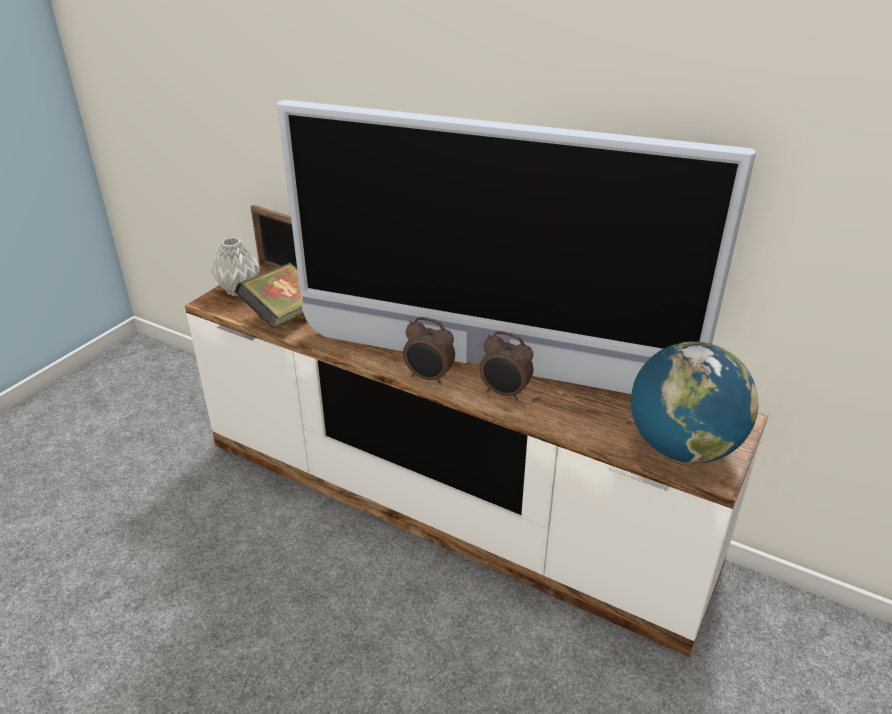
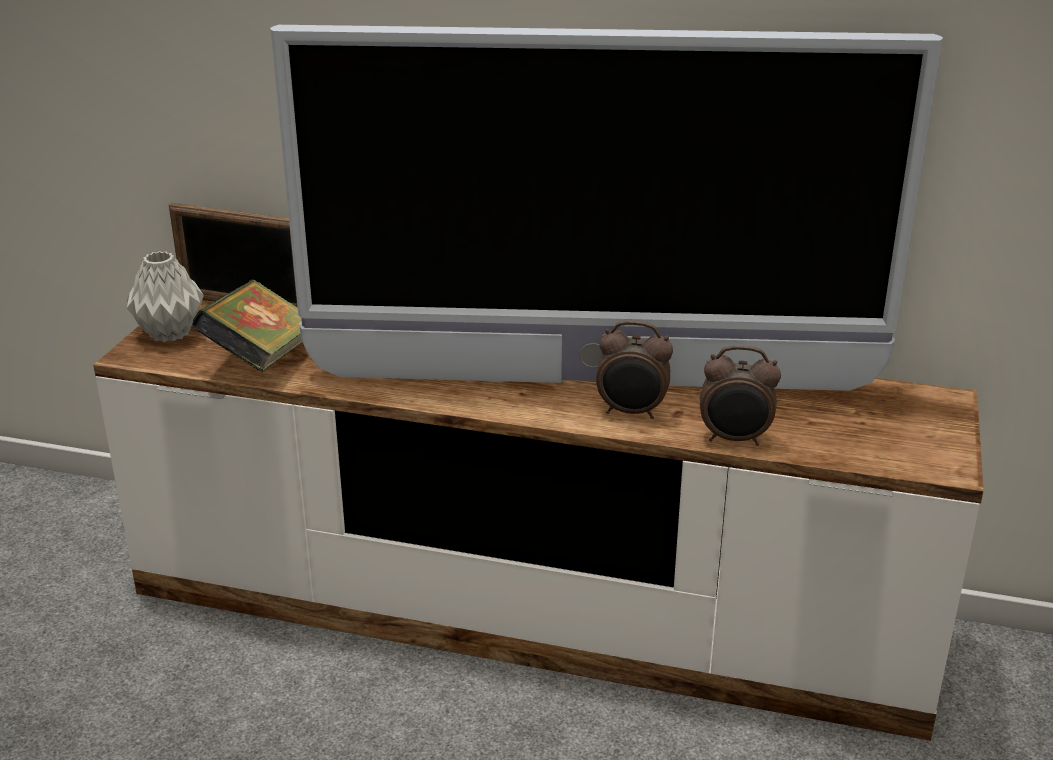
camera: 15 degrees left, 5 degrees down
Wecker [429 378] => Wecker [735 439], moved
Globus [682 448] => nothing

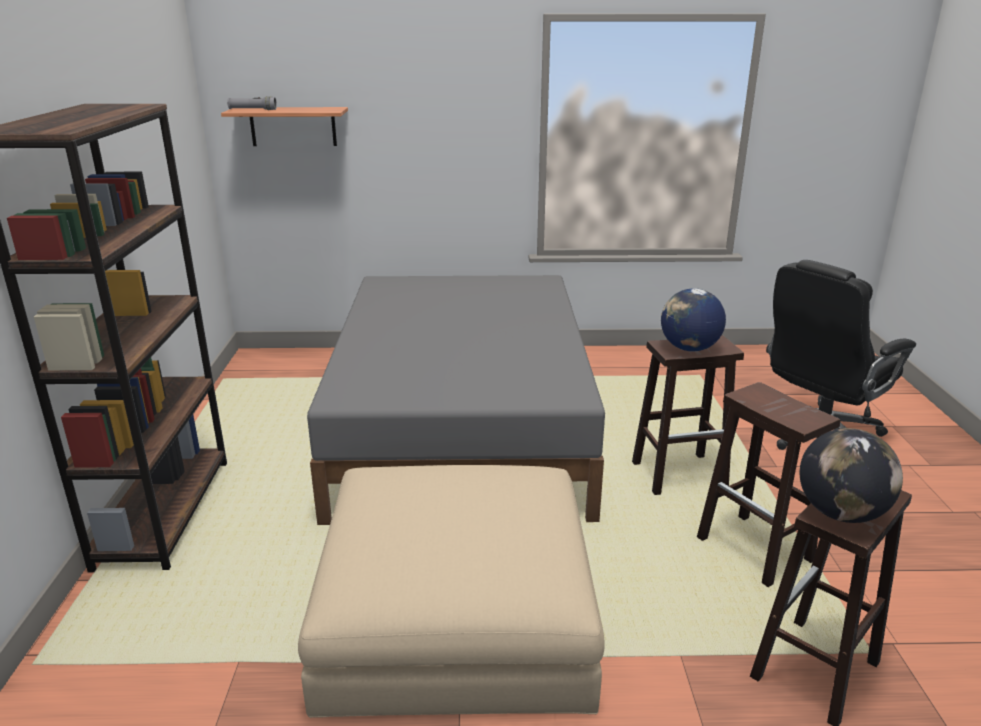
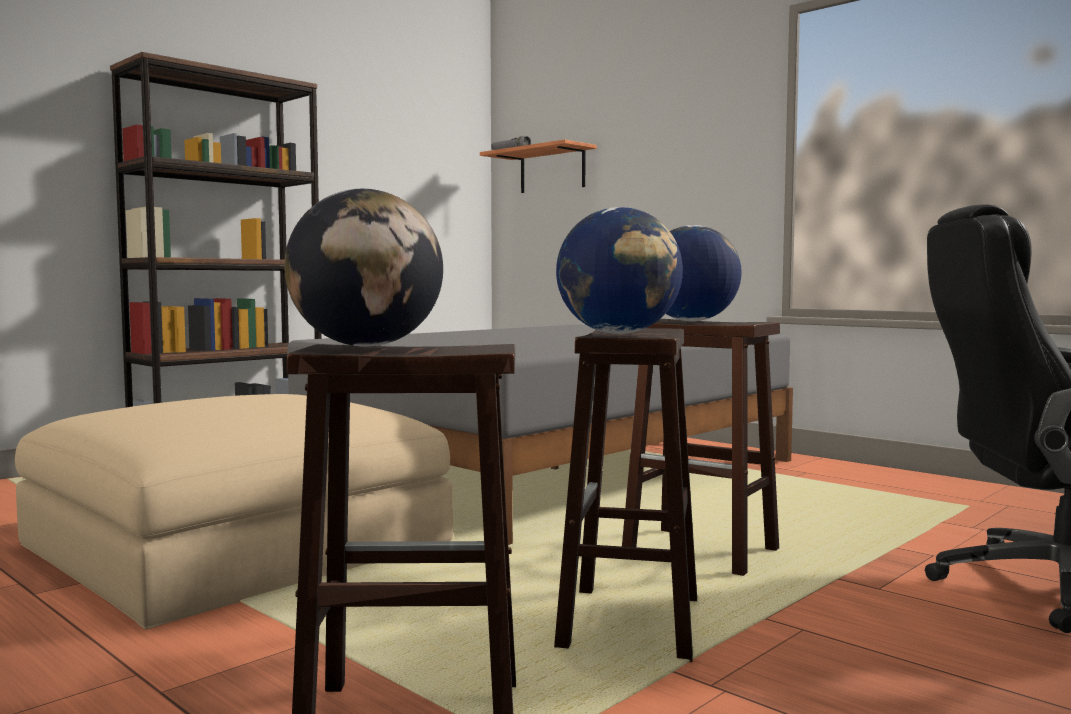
camera: 45 degrees right, 20 degrees down
nothing => Globus [619 334]

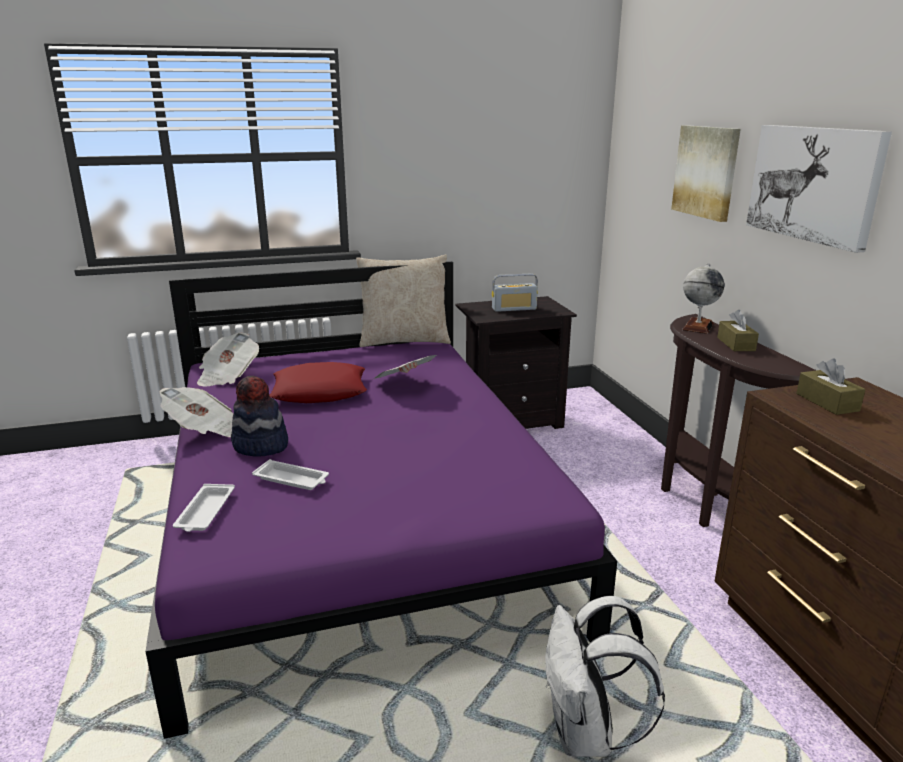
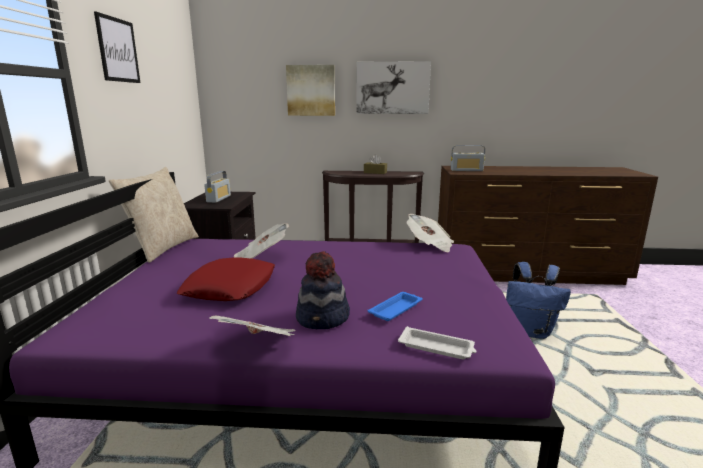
camera: 70 degrees left, 5 degrees down
nothing => Bild [118 50]
Tablett/weiß [292 480] => Tablett/blau [396 309]
Zeitung [227 376] => Zeitung [430 245], moved
Taschentuchbox/braun [827 402] => Radio [466 170]
Rucksack/weiß [586 733] => Rucksack/blau [530 331]
Globus [698 327] => nothing

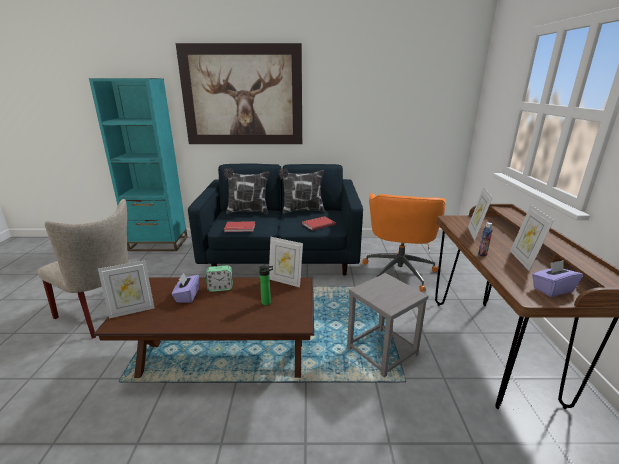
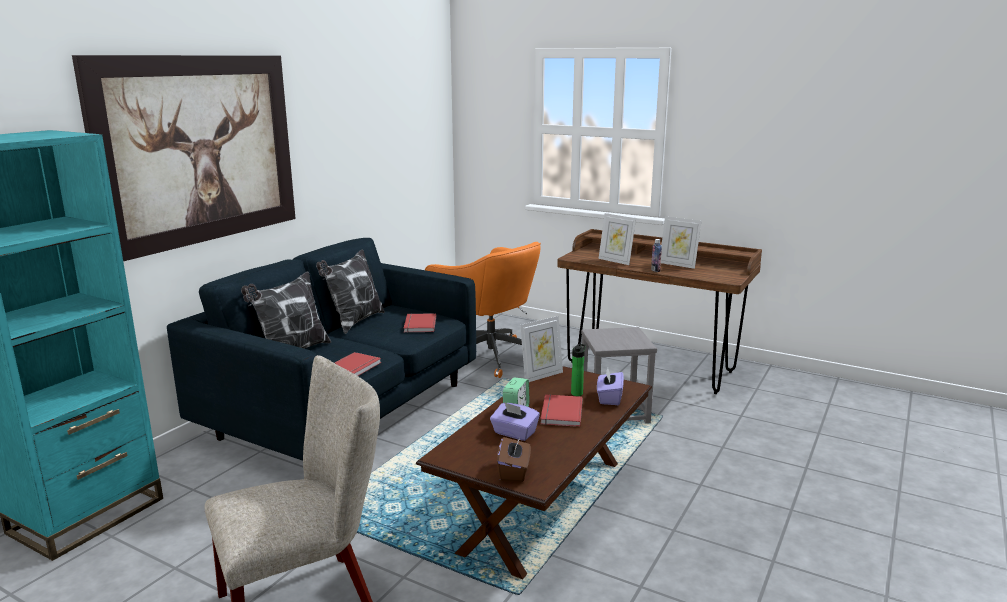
camera: 60 degrees left, 5 degrees down
Bilderrahmen [132 310] => Taschentuchbox/braun [514 472]
nothing => Buch/rot [559 412]
Taschentuchbox/lila [552 289] => Taschentuchbox/lila [609 398], moved

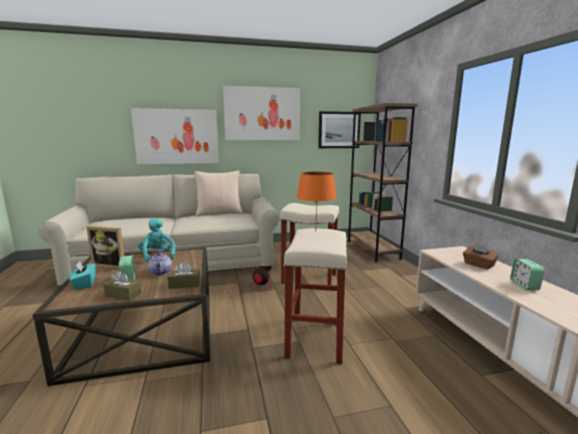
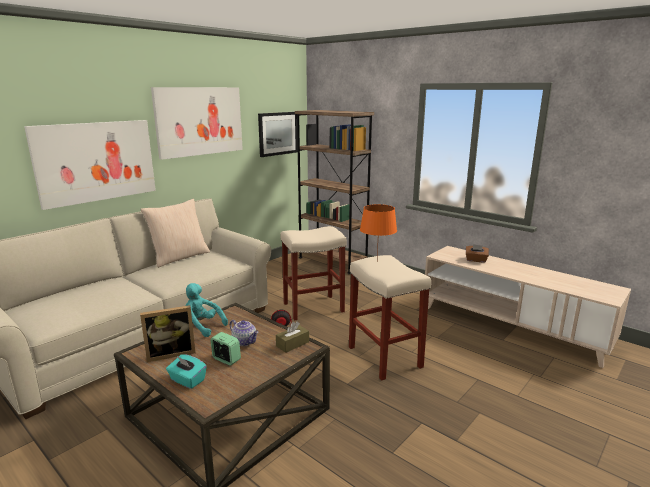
camera: 35 degrees left, 5 degrees up
Taschentuchbox/braun [123 295] => nothing
Wecker [524 285] => nothing

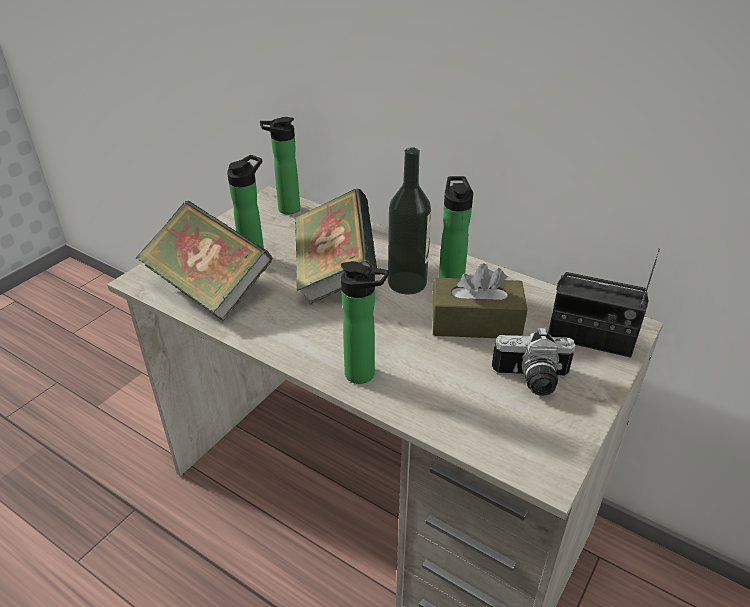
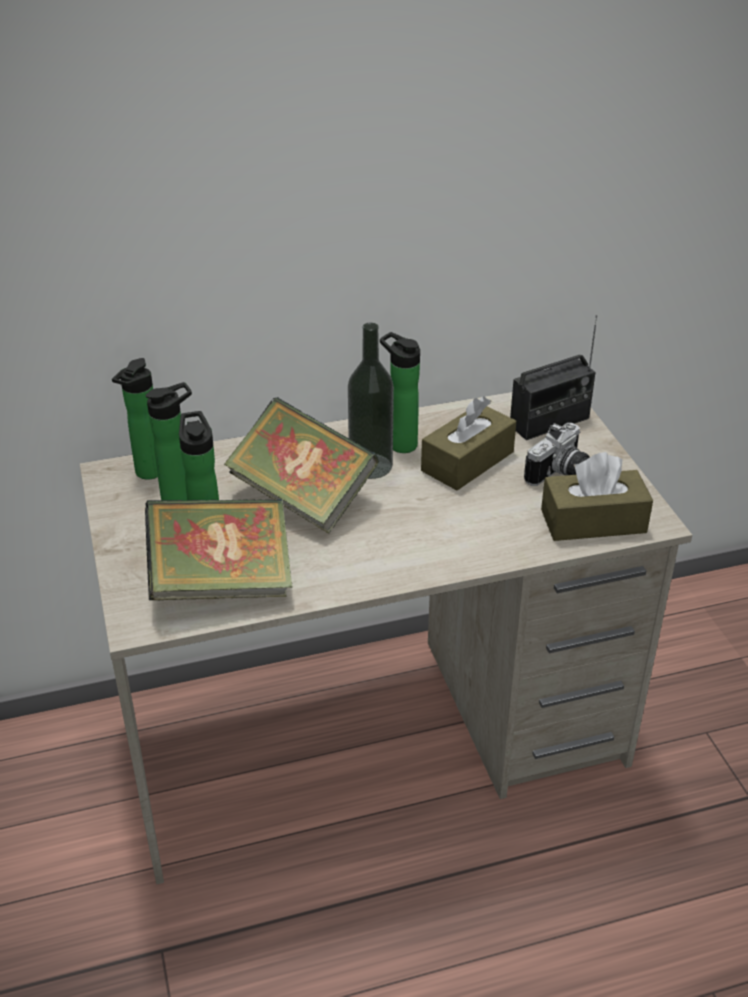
camera: 50 degrees left, 0 degrees up
Flasche [364 375] => Flasche [181 497], moved
nothing => Taschentuchbox/braun [593 521]

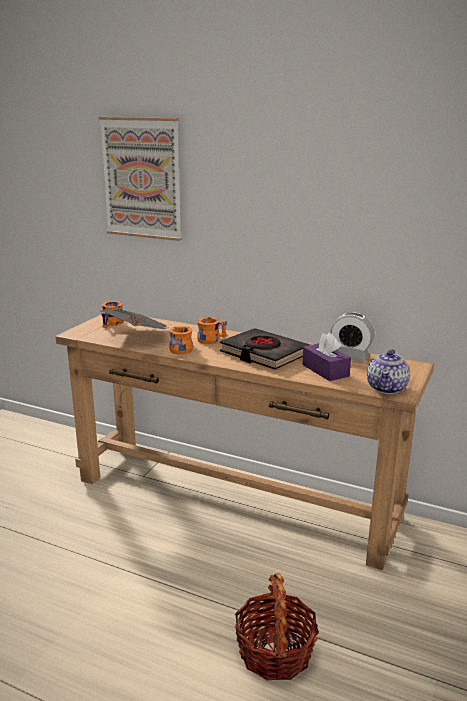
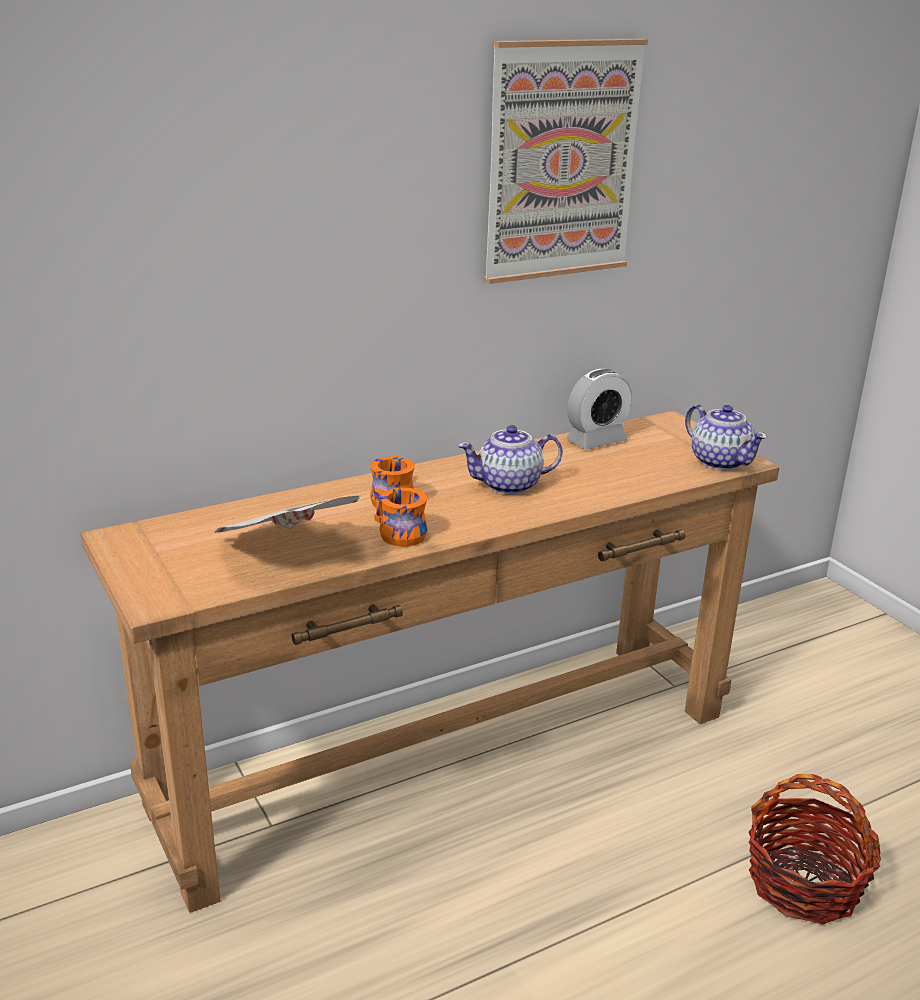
camera: 55 degrees left, 5 degrees up
Buch/schwarz [264 354] => Teekanne [510 485]
Bild [142 178] => Bild [561 161], moved
Henkelbecher/orange [113 323] => nothing
Taschentuchbox/lila [325 370] => nothing

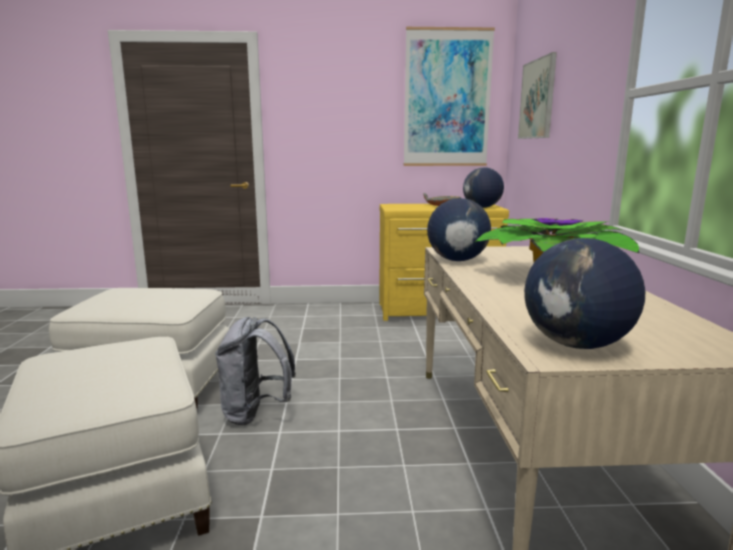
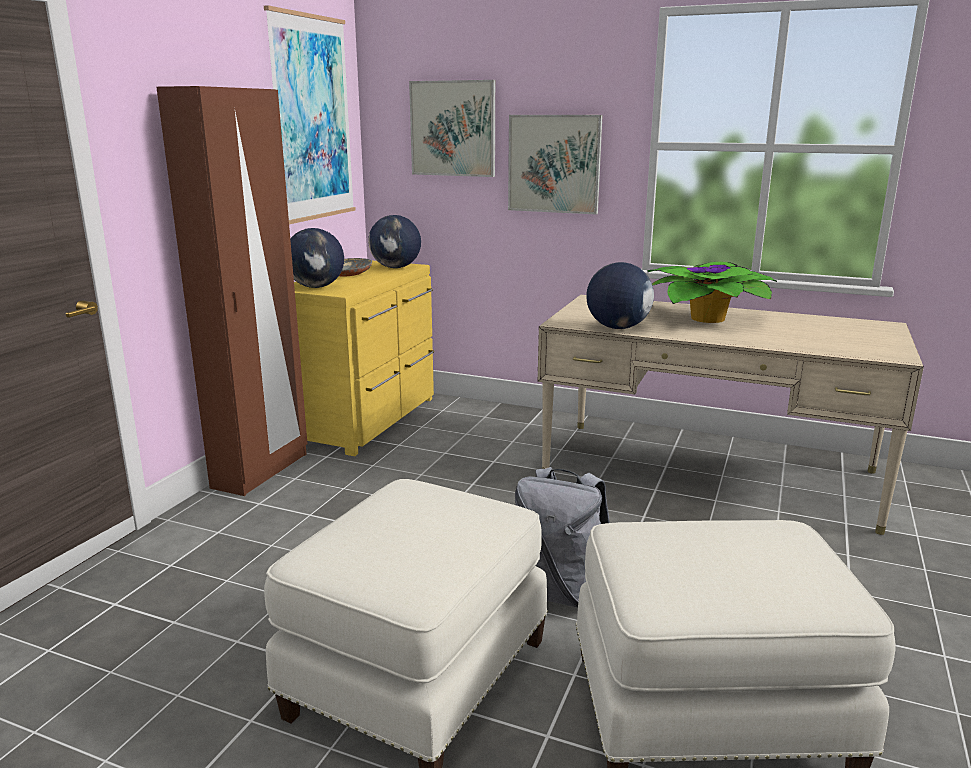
camera: 65 degrees left, 5 degrees up
nothing => Kleiderschrank/braun [261 471]
Globus [576 345] => Globus [316 287], moved
nothing => Bild [554 164]

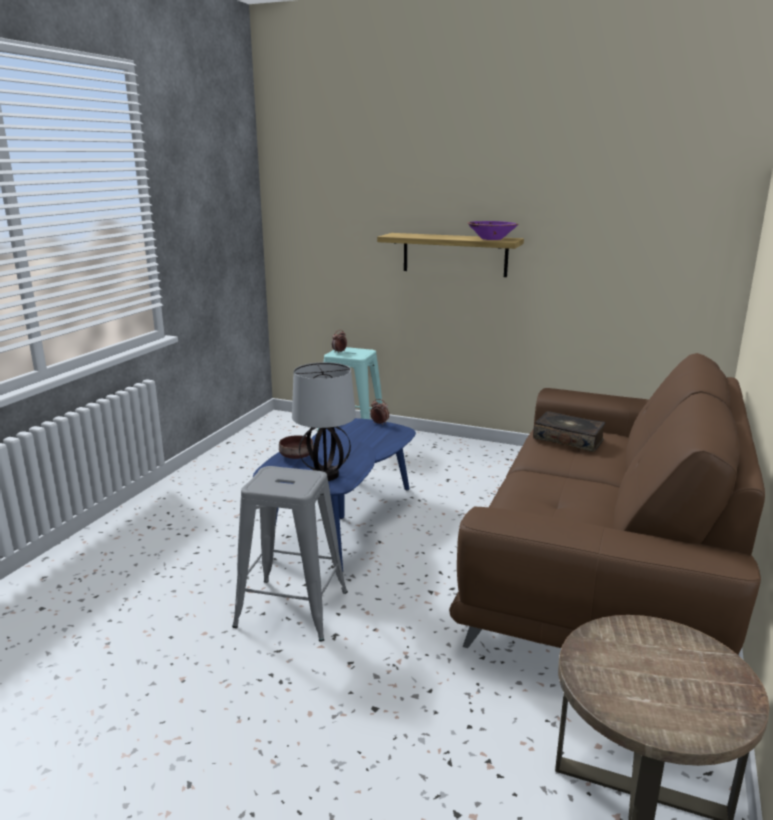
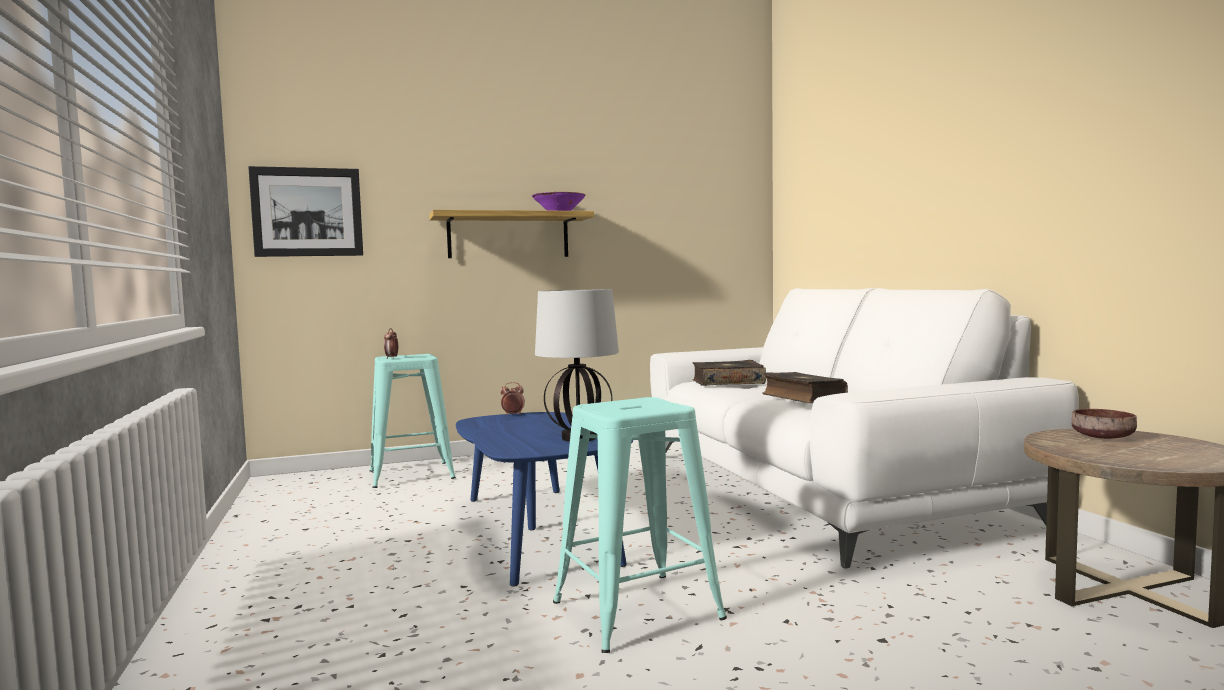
camera: 40 degrees left, 15 degrees down
nothing => Bild [307 212]
Hocker/grau [292 609] => Hocker/türkis [637 610]
Sofa/braun [603 565] => Sofa/weiß [819 487]
nothing => Buch [802 398]
Schüssel/braun [297 456] => Schüssel/braun [1102 437], moved

